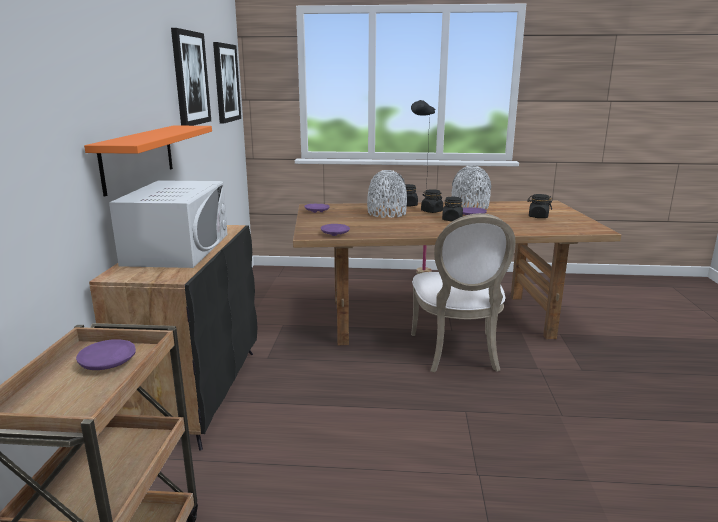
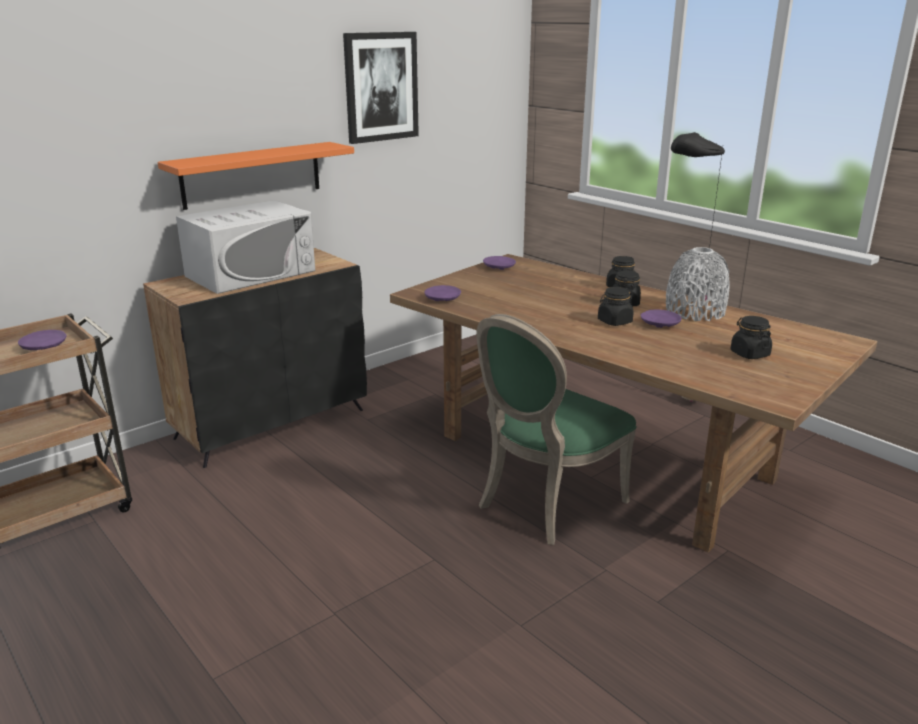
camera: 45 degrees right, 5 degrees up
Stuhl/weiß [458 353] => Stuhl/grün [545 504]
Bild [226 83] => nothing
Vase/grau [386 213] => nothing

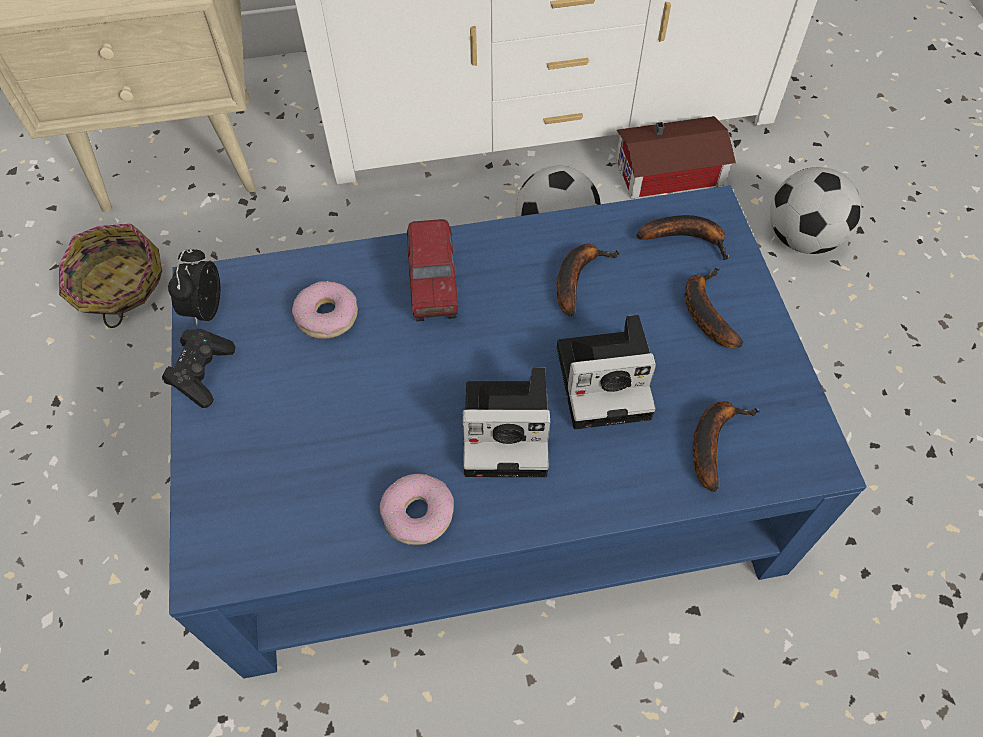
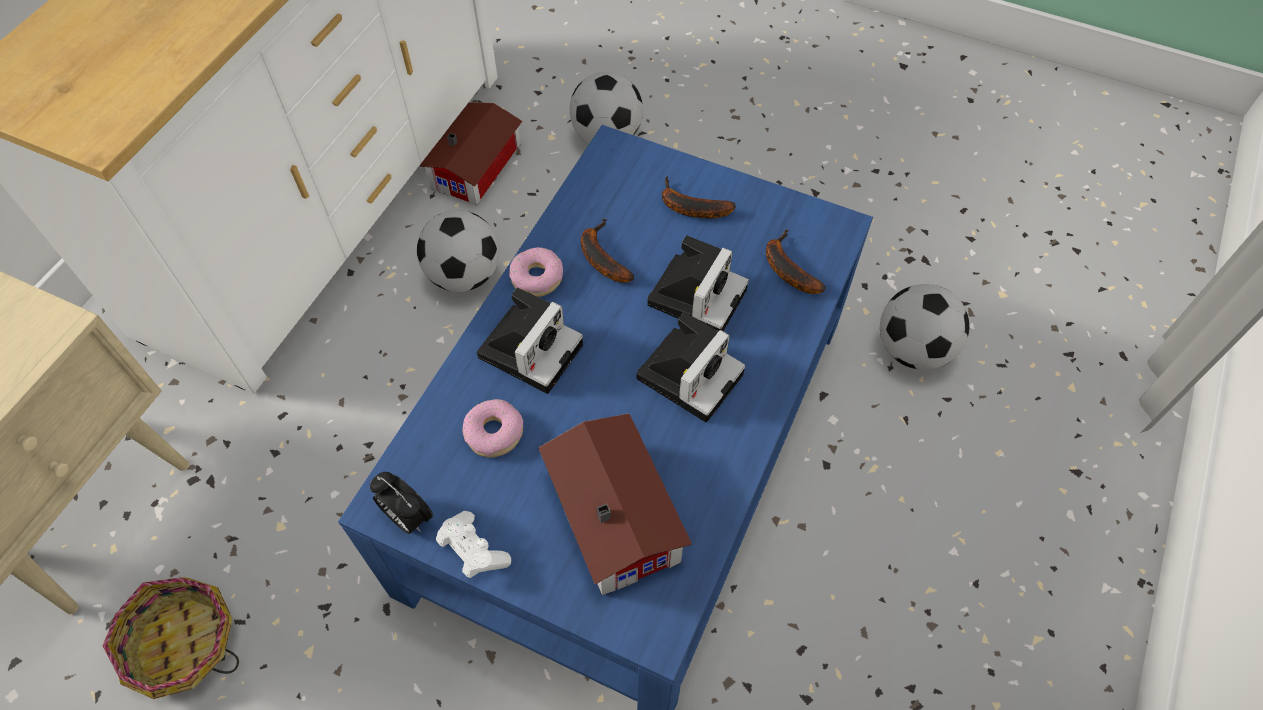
camera: 55 degrees left, 0 degrees up
Gamepad/schwarz [203 374] => Gamepad/weiß [473 550]
Spielzeuglaster [434 288] => Kamera [531 347]
Donut [418 513] => Donut [536 277], moved
nothing => Spielzeughaus [615 509]
nothing => Fußball [913 349]
Banane [687 238] => nothing

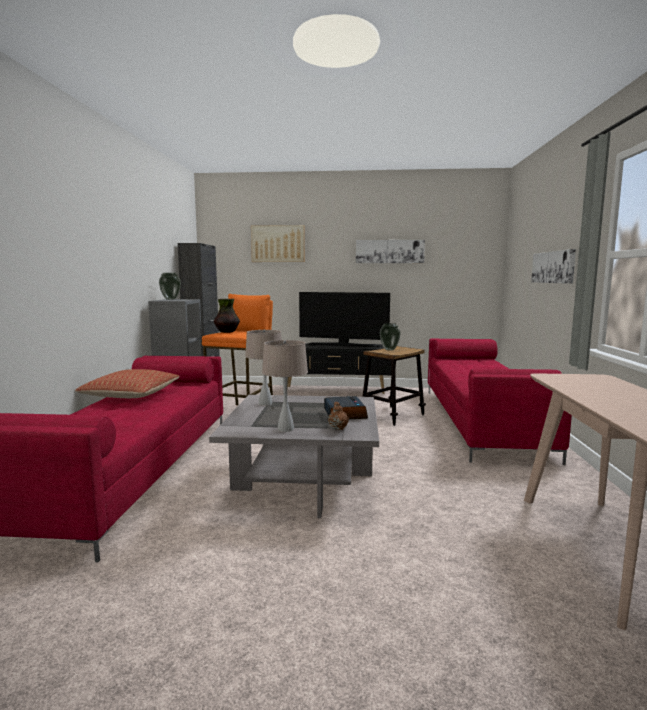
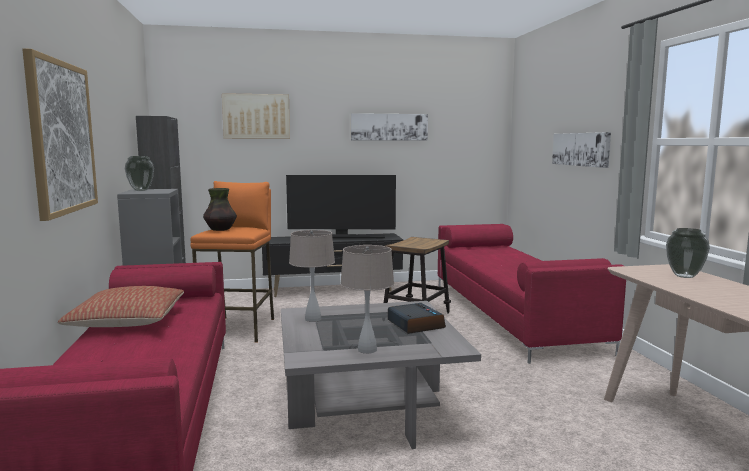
camera: 15 degrees left, 0 degrees up
nothing => Bild [62 137]
Vase [389 349] => Vase [685 276], moved
Teekanne/braun [338 428] => nothing

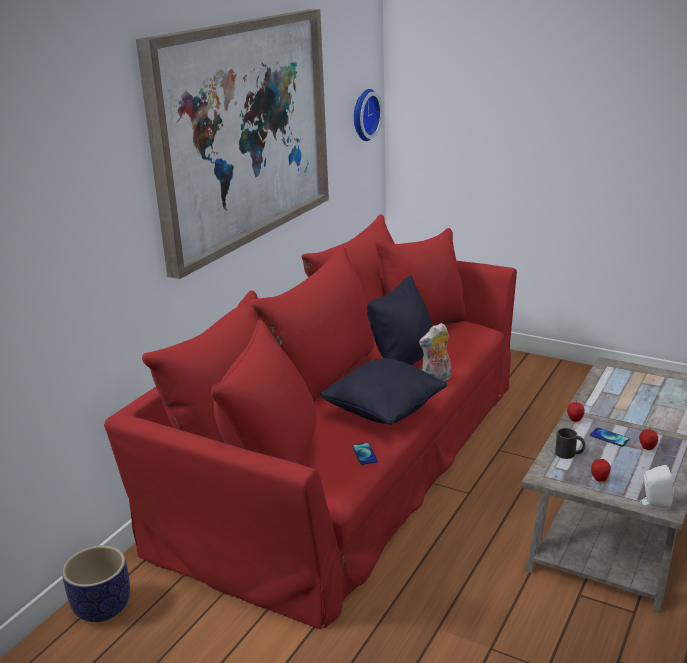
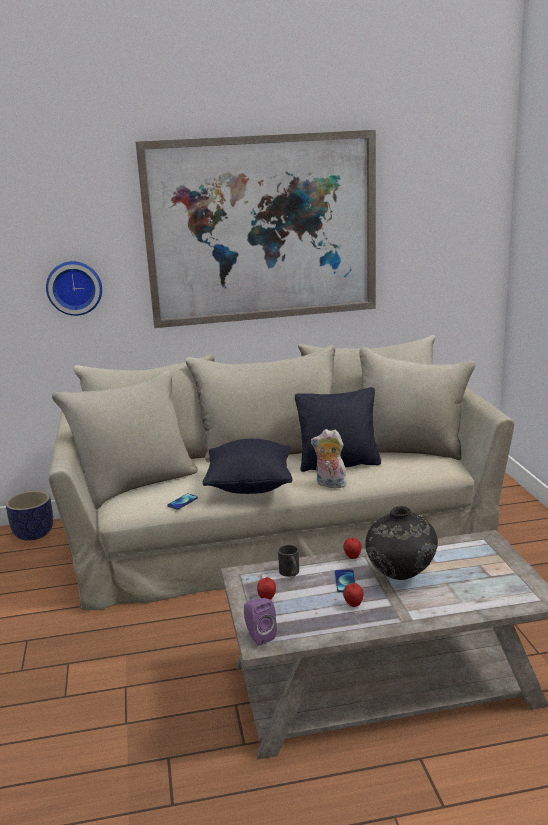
camera: 50 degrees right, 5 degrees down
Wanduhr [363 114] => Wanduhr [74 287], moved
Sofa/rot [350 460] => Sofa/beige [280 534]
Lautsprecher/weiß [654 504] => Lautsprecher/lila [259 636]
nothing => Vase/schwarz [401 577]

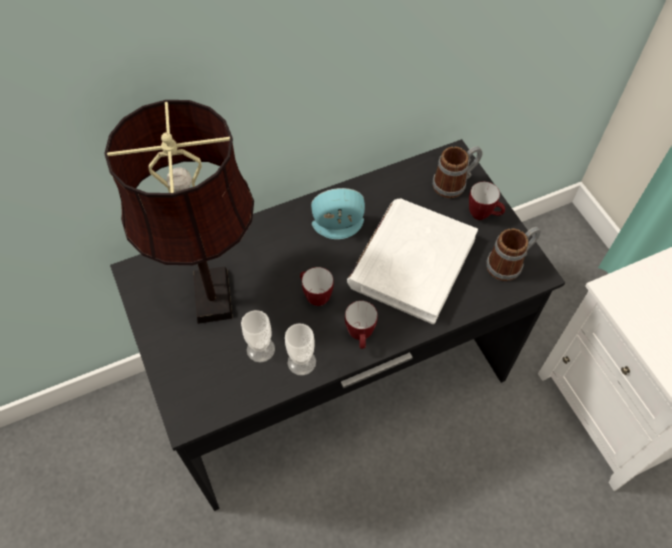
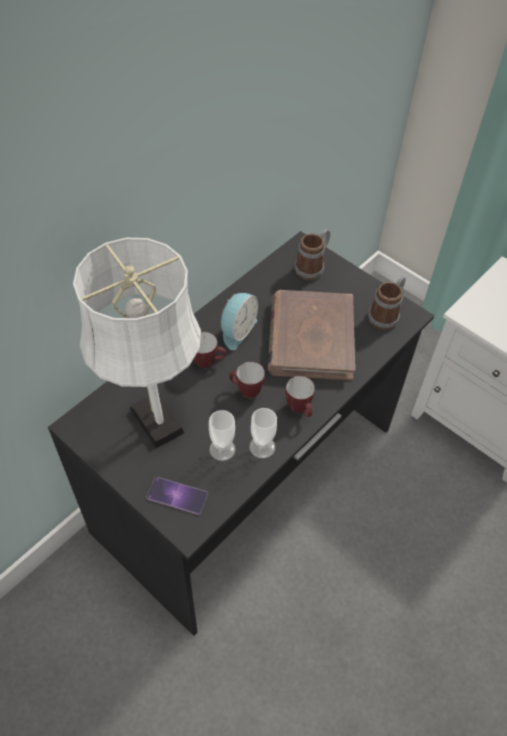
camera: 25 degrees left, 5 degrees down
Tischlampe/braun [212 290] => Tischlampe/weiß [154 416]
nothing => Handy [177 496]
Henkelbecher [483 215] => Henkelbecher [208 362], moved
Wecker [338 228] => Wecker [237 330], 150 degrees clockwise
Buch/weiß [412 262] => Buch/braun [310 338]

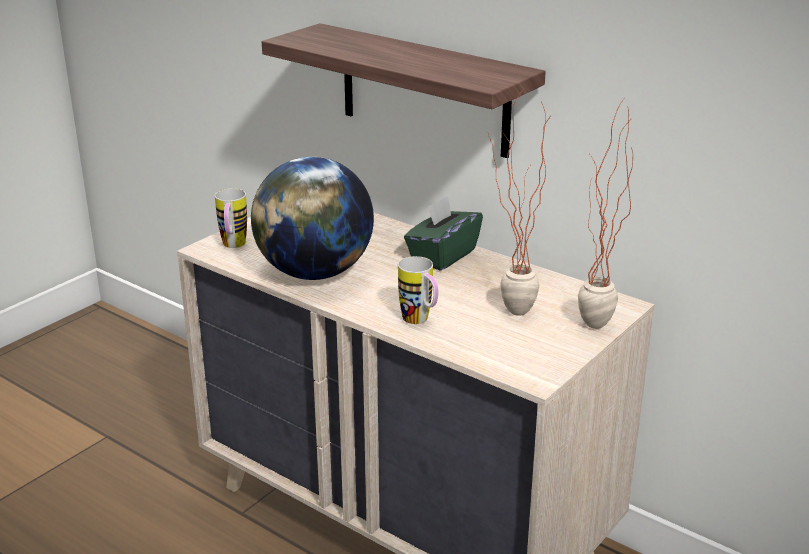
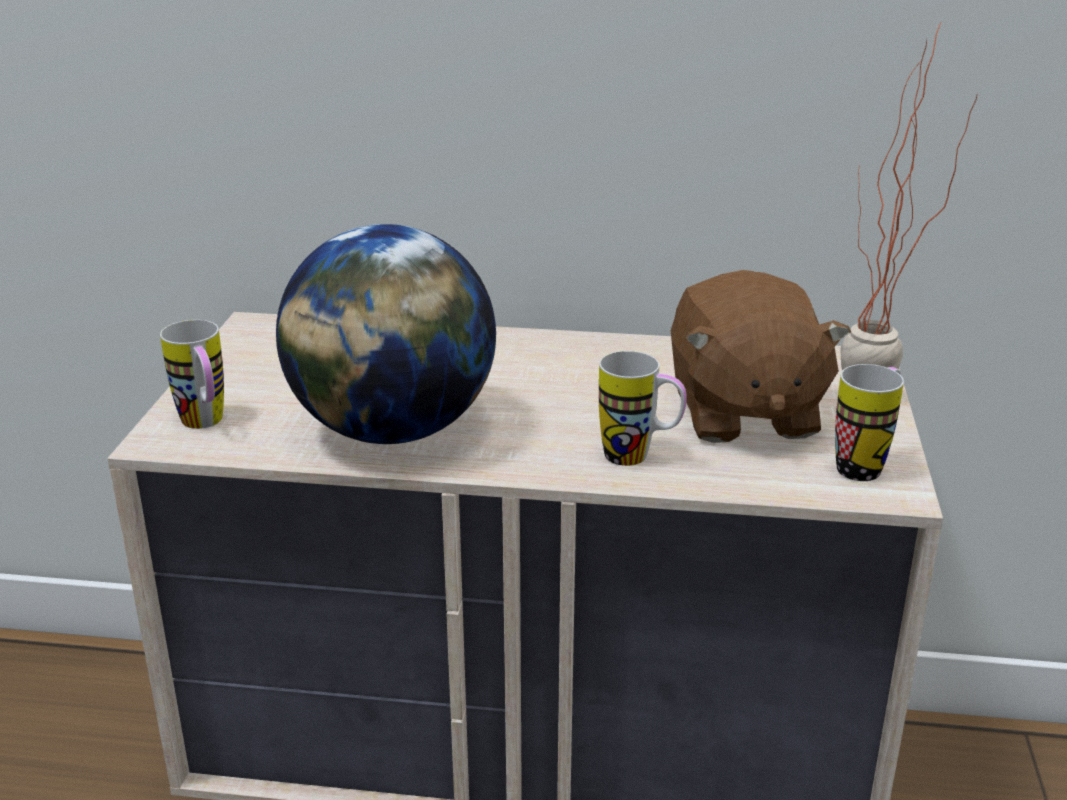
camera: 30 degrees left, 0 degrees up
Topfpflanze [507 314] => Plüschtier/braun [742 413]
nothing => Henkelbecher [866 464]
Wandregal [424 90] => nothing
Taschentuchbox/grün [442 256] => nothing

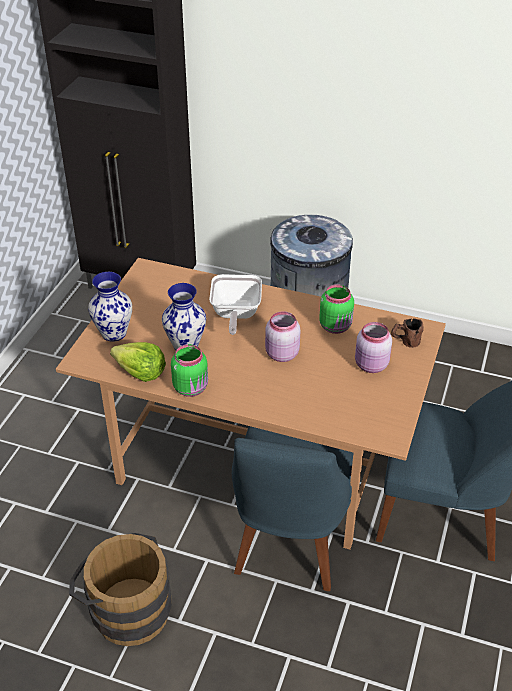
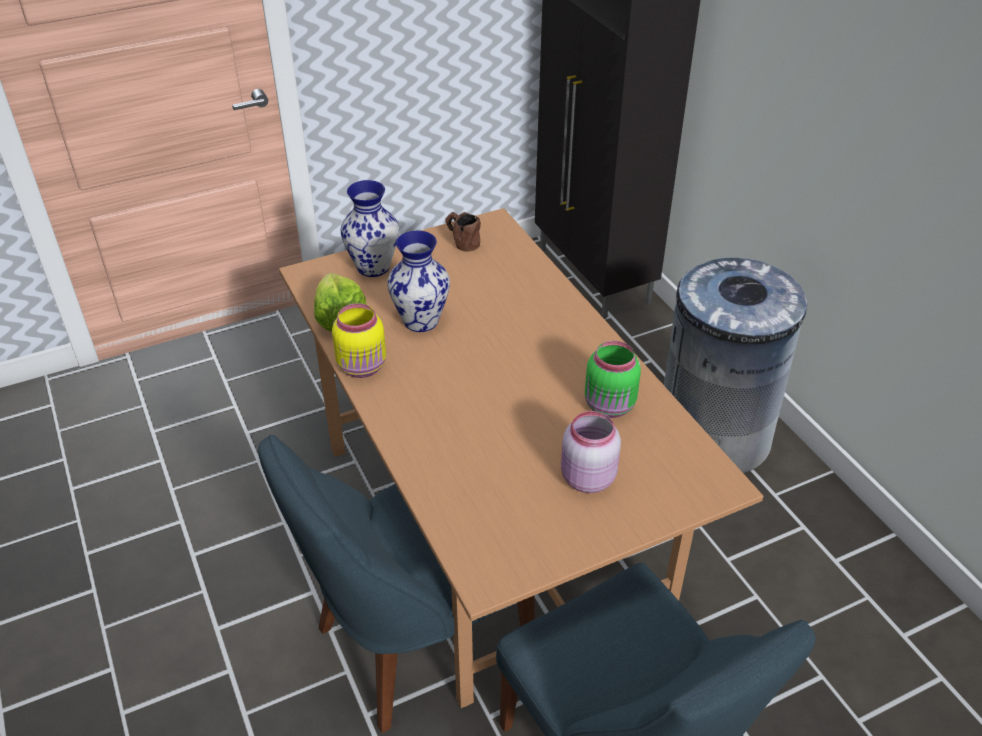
camera: 45 degrees right, 0 degrees up
Vorratsglas/grün [191 388] => Vorratsglas/gelb [363 367]
Henkelbecher/braun [405 342] => Henkelbecher/braun [461 242], moved
Eimer/braun [125 608] => nothing
Pfanne [235 315] => nothing
Vorratsglas/rosa [281 354] => nothing

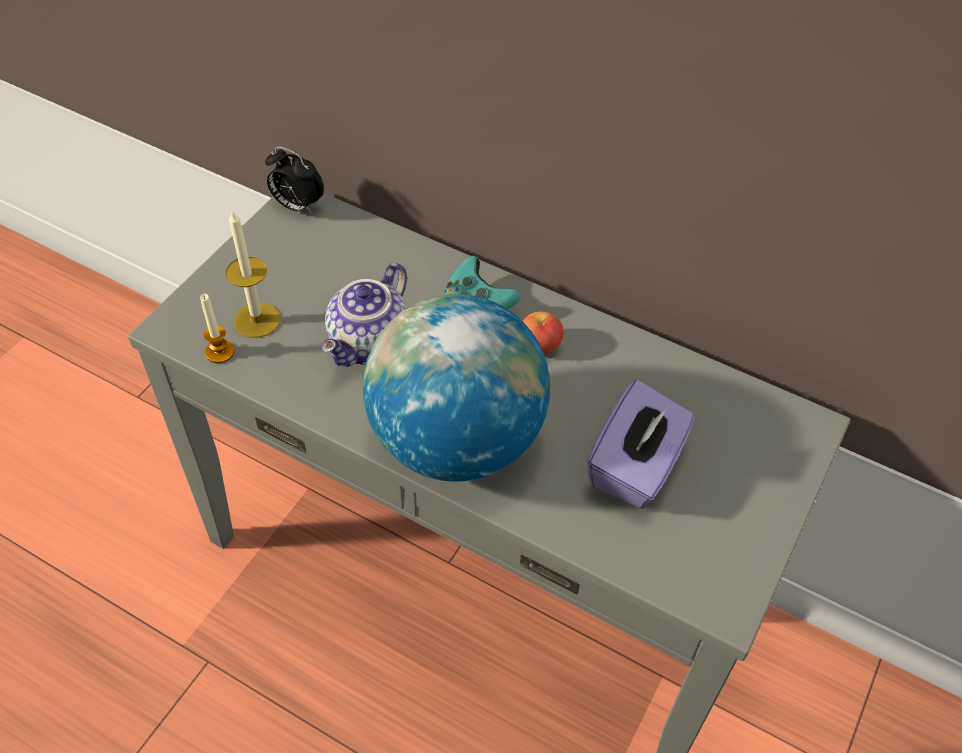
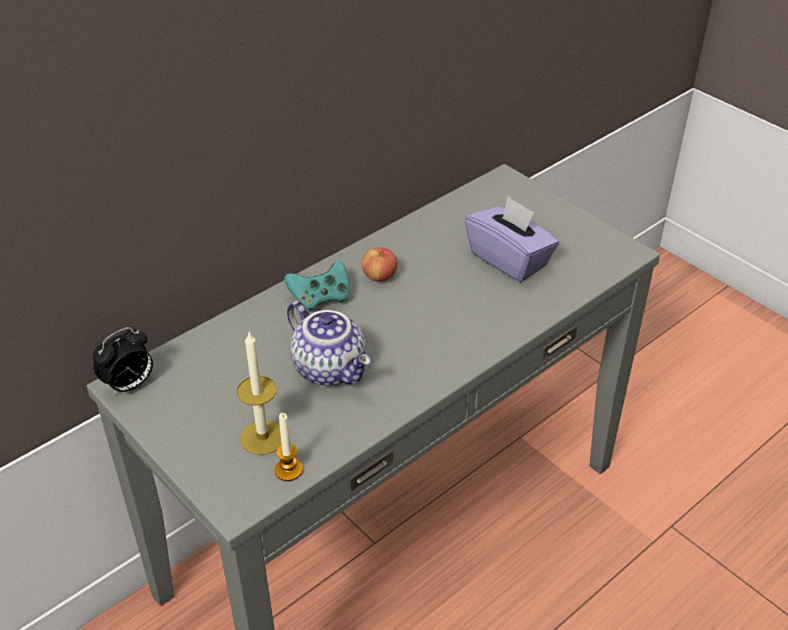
camera: 70 degrees left, 10 degrees down
Globus [456 440] => nothing

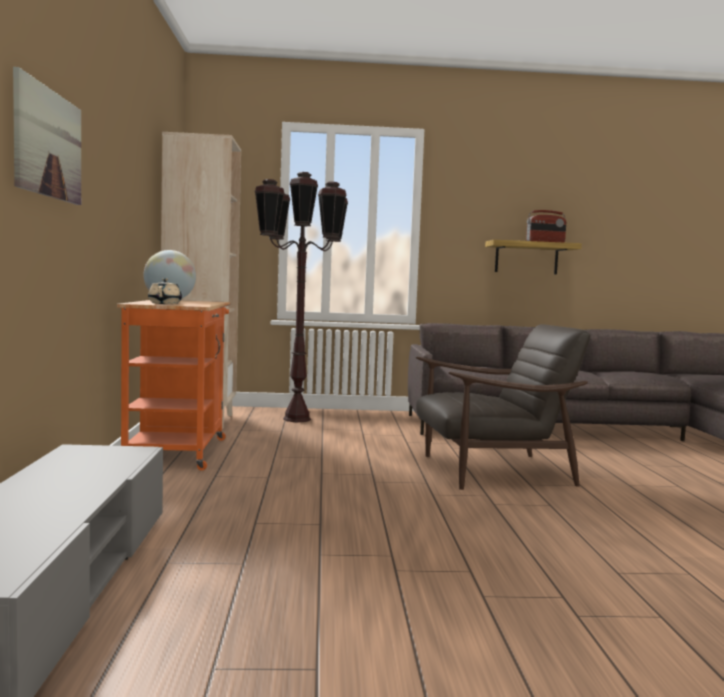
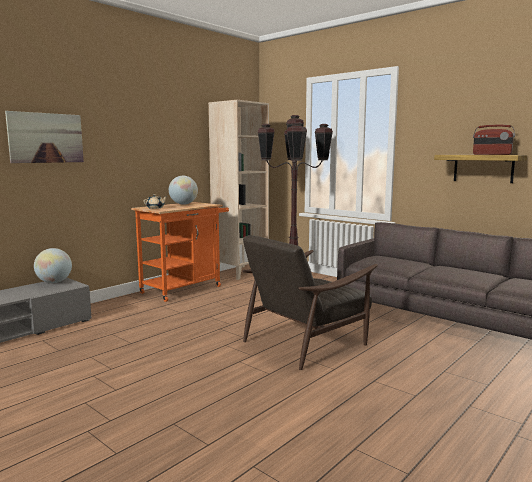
camera: 45 degrees right, 5 degrees up
nothing => Globus [54 282]
Sessel/braun [492 471] => Sessel/braun [306 341], 105 degrees clockwise

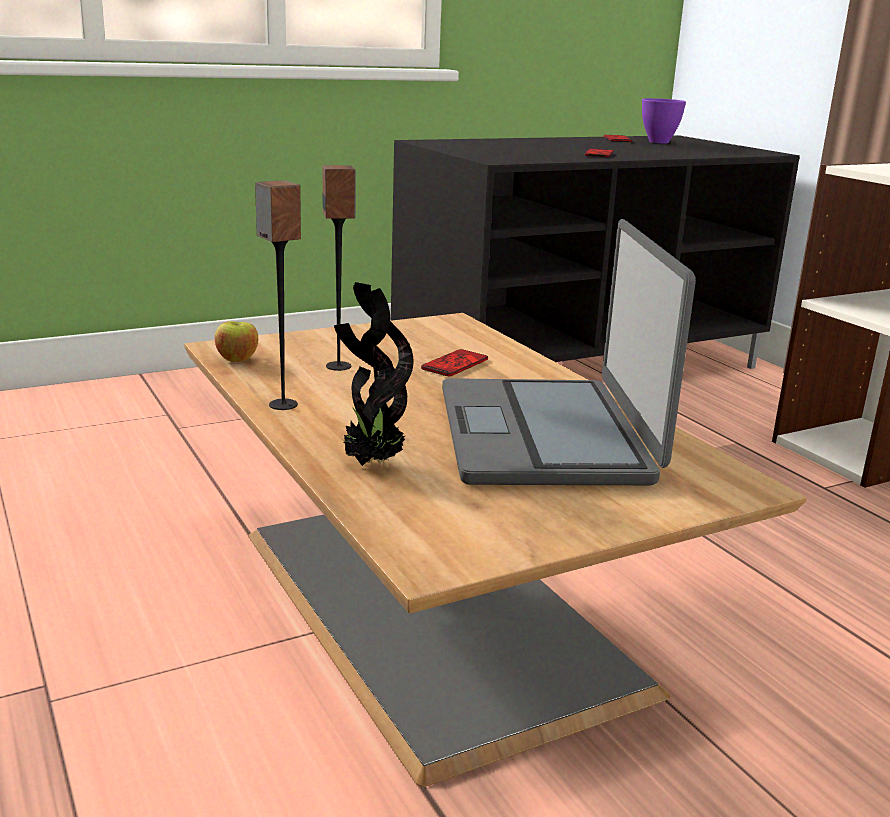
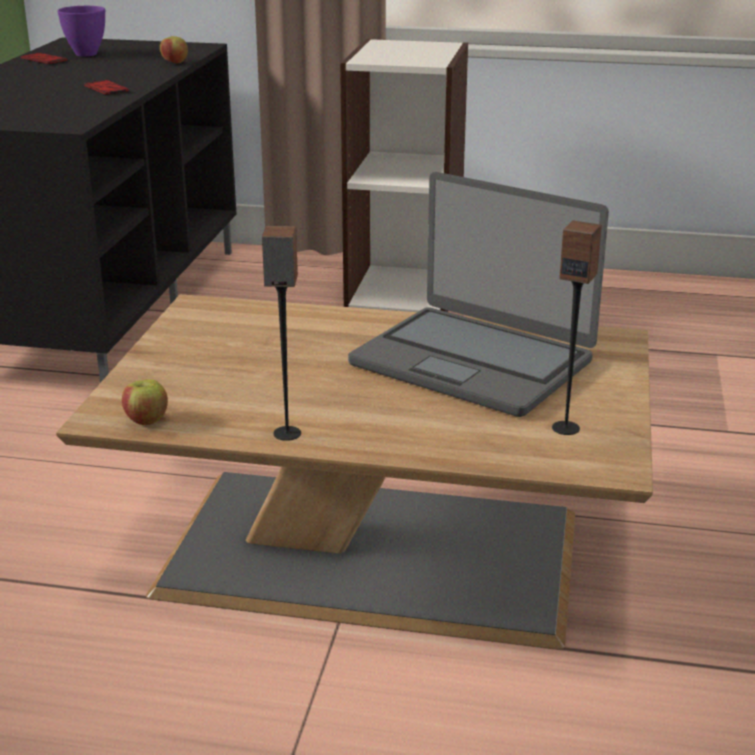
camera: 50 degrees left, 5 degrees up
nothing => Apfel [174 62]
Lautsprecher [339 366] => Lautsprecher [566 428], moved
Topfpflanze [370 464] => nothing
Handy [455 364] => nothing

